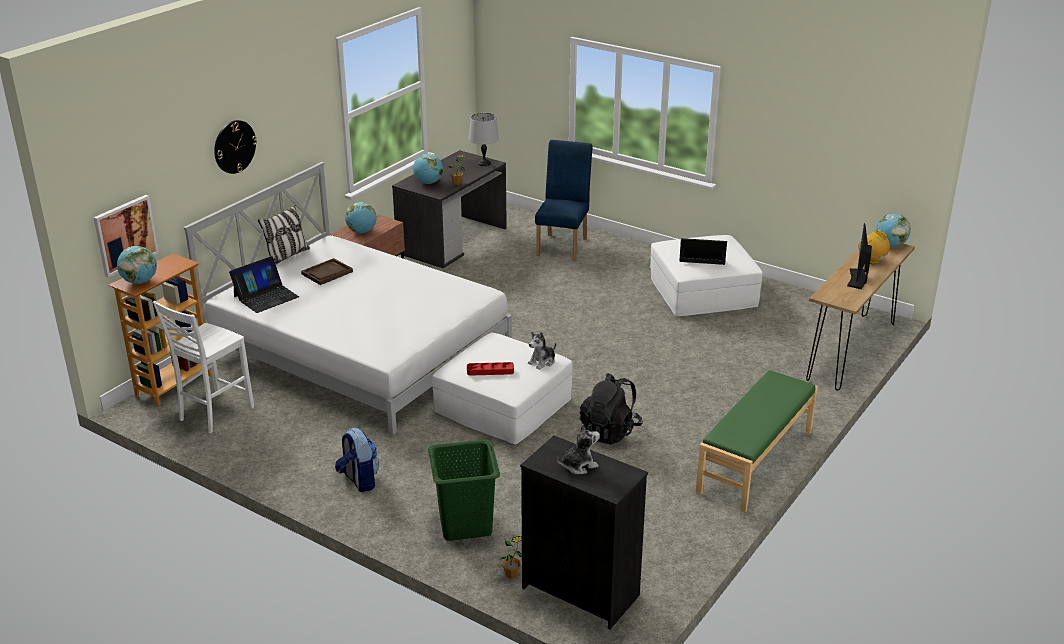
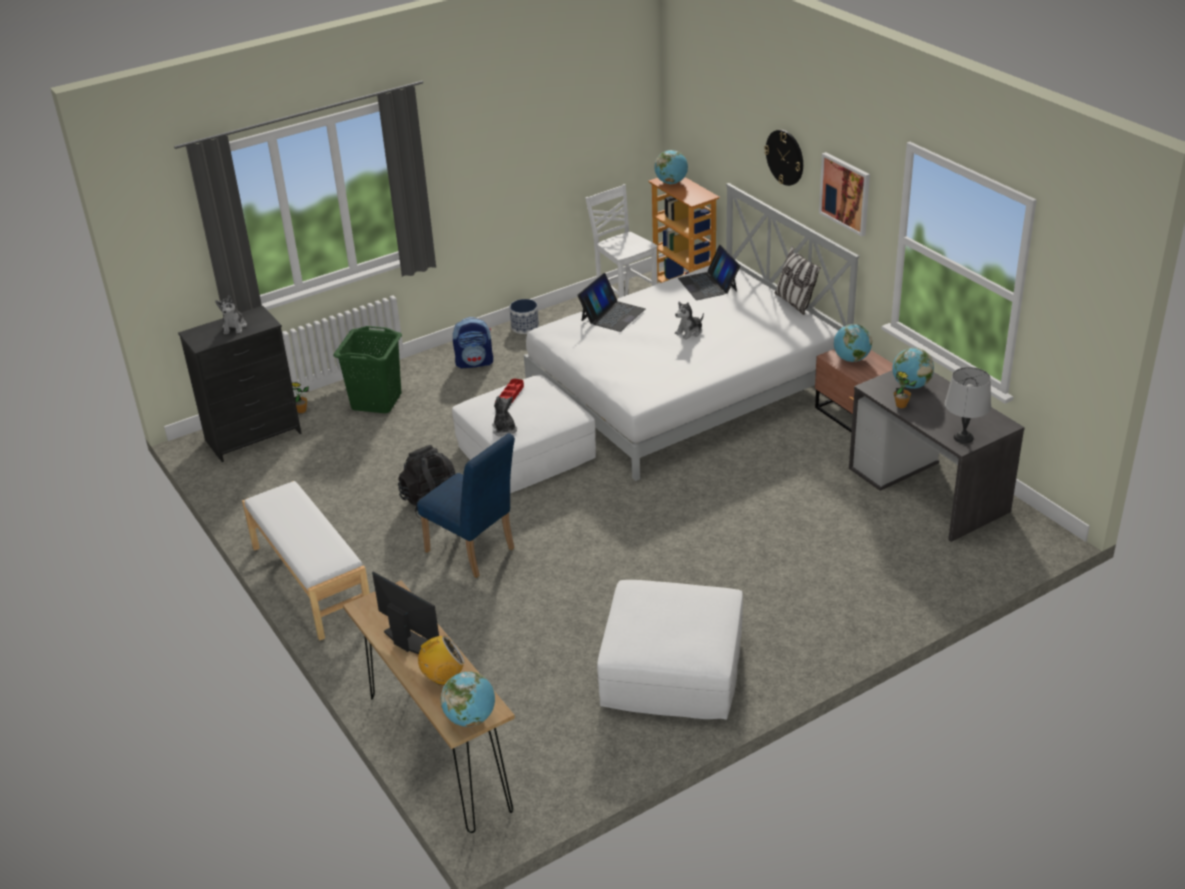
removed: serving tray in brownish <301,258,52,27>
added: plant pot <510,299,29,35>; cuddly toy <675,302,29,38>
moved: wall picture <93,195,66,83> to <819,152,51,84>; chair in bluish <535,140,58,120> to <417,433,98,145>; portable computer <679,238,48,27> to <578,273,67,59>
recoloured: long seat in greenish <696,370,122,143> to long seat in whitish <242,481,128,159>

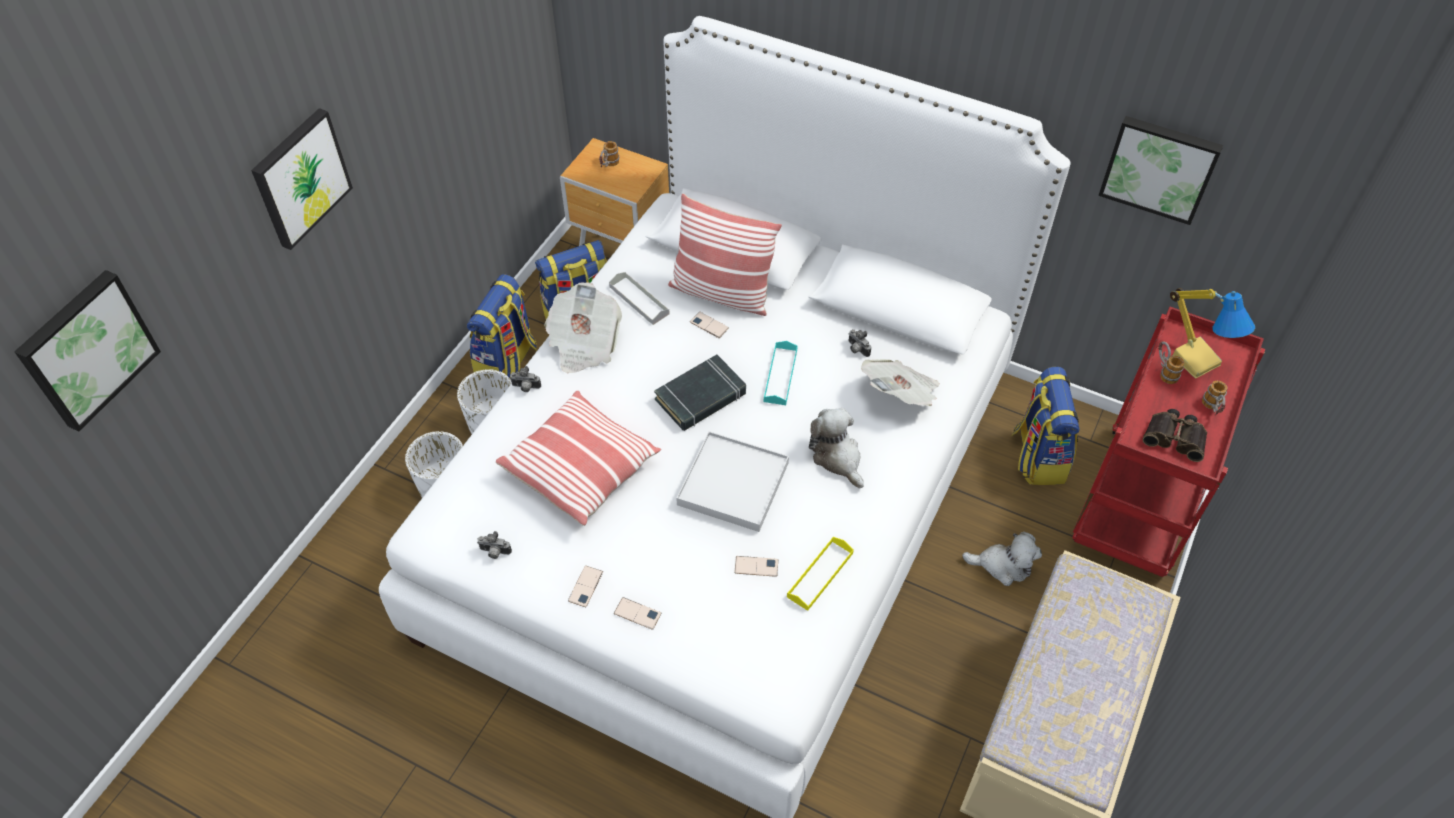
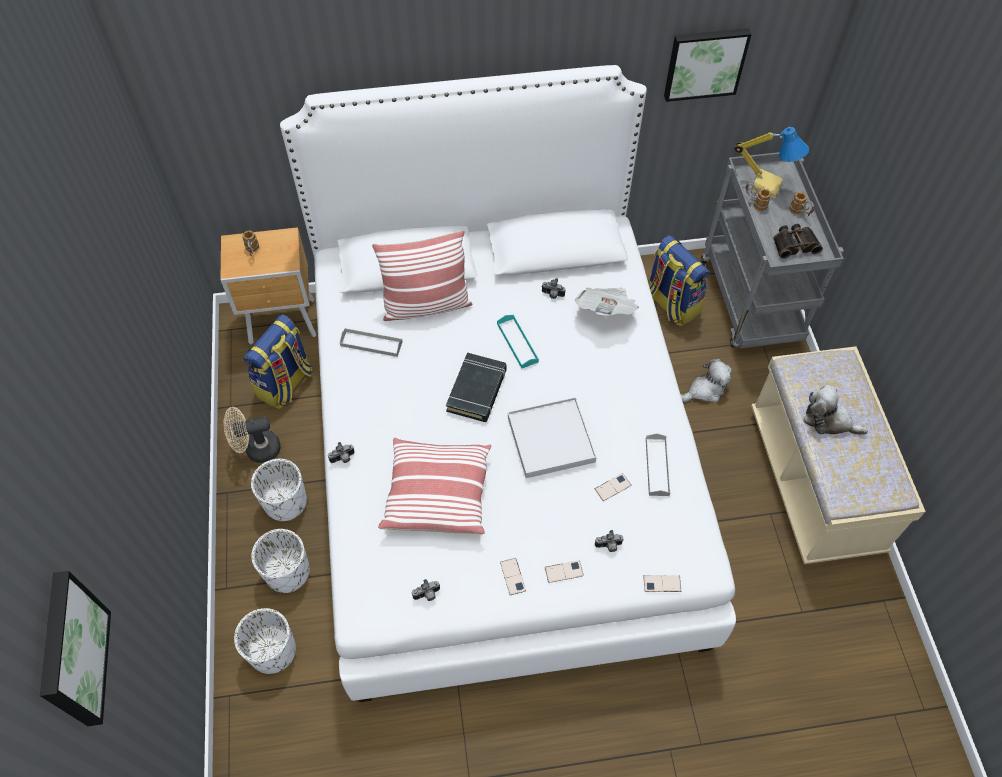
removed: wall picture <251,108,102,142>; daily paper <544,282,78,92>
added: plant pot in whitish <234,608,62,66>; photo camera <595,530,29,22>
moved: phone <690,312,39,26> to <643,575,38,17>; cuddly toy <809,408,55,80> to <804,385,64,50>
replaced: backpack <467,274,70,104> to cooling fan in sand-coloured <224,407,57,56>
recoloured: serving tray in yellow <787,537,67,74> to serving tray in greyish <646,434,24,62>; wheeled cart in reddish <1073,307,192,270> to wheeled cart in greyish <701,152,143,196>

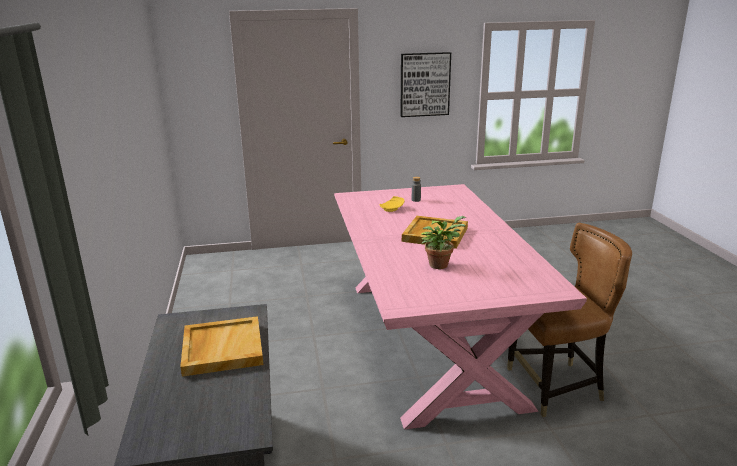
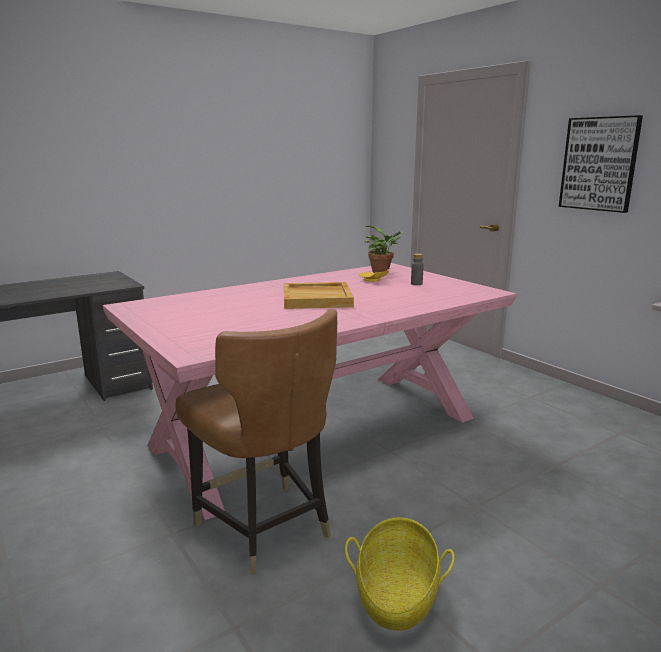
removed: serving tray in sand-coloured <180,316,83,61>
added: storage basket <345,517,110,114>
moved: plant in a pot <421,216,45,53> to <364,226,39,47>

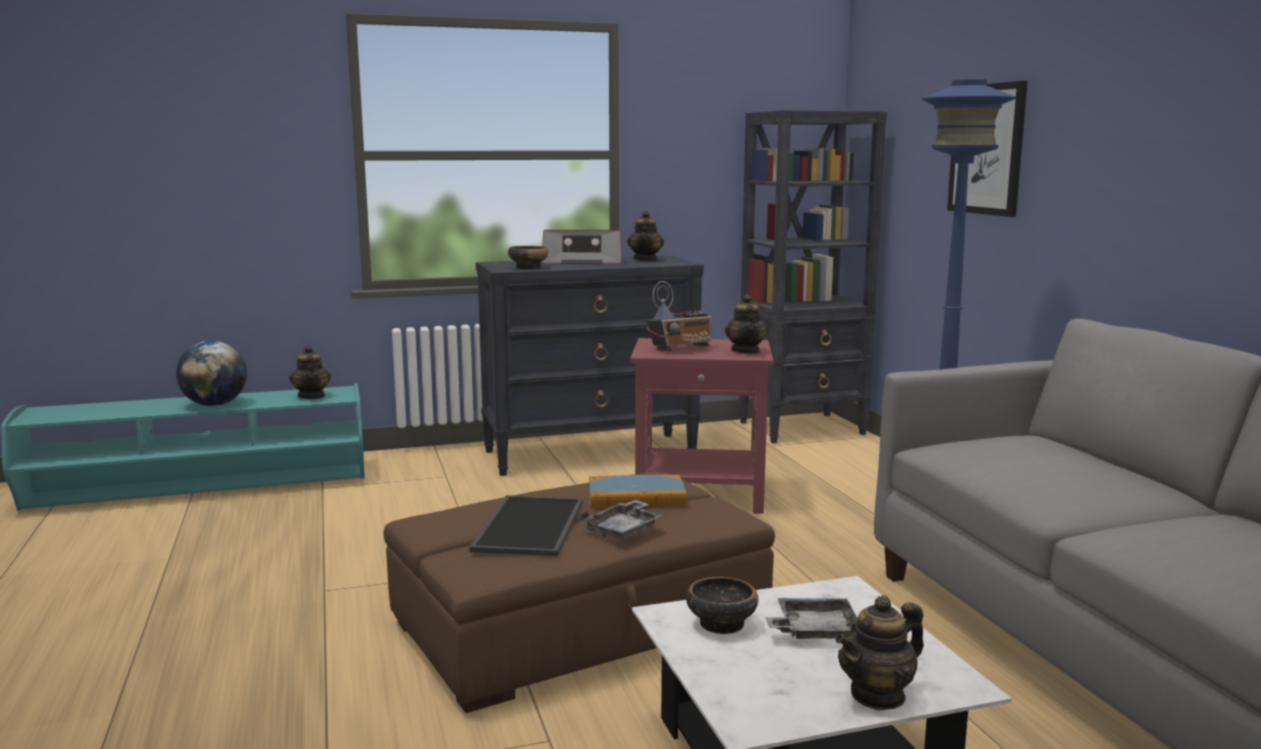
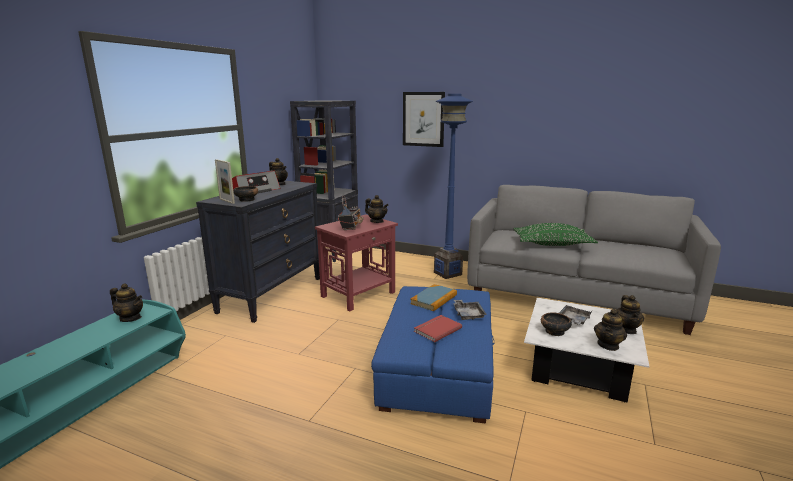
removed: world globe <176,341,71,65>
added: photo frame <215,159,20,45>; cushion in greenish <513,223,85,23>; tea pot <594,309,33,42>
replaced: serving tray <469,495,114,61> to volume in reddish <414,315,48,27>
recoloured: ottoman in brownish <384,472,391,241> to ottoman in bluish <371,286,123,137>

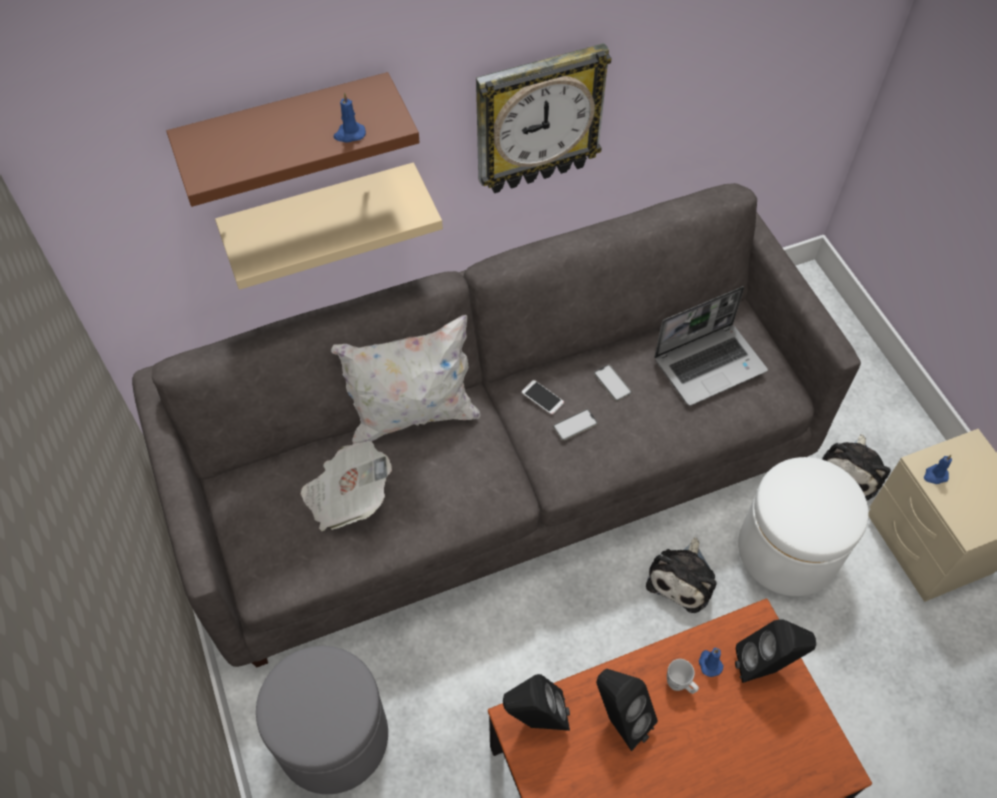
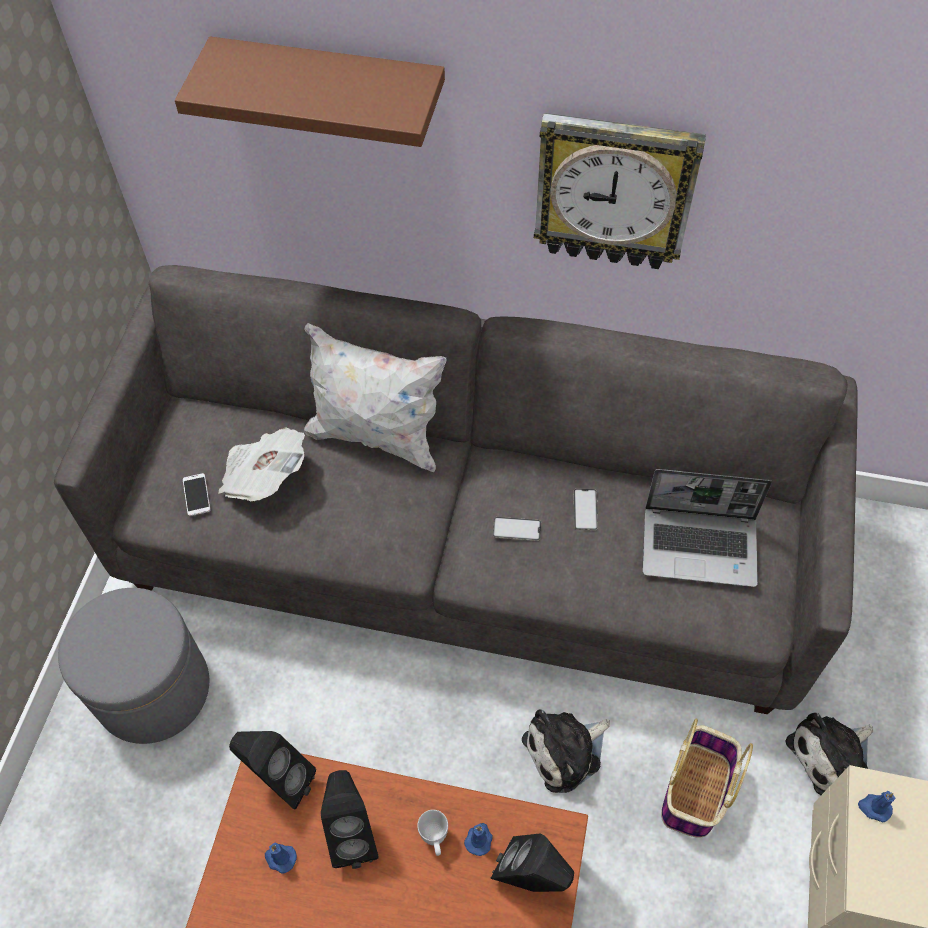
removed: wall shelf in sand-coloured <215,163,228,127>
moved: wax candle in bluish <333,93,33,49> to <265,842,32,32>; phone <522,380,42,35> to <183,473,27,43>
replaced: ottoman in whitish <738,457,131,139> to storage basket <661,718,92,120>

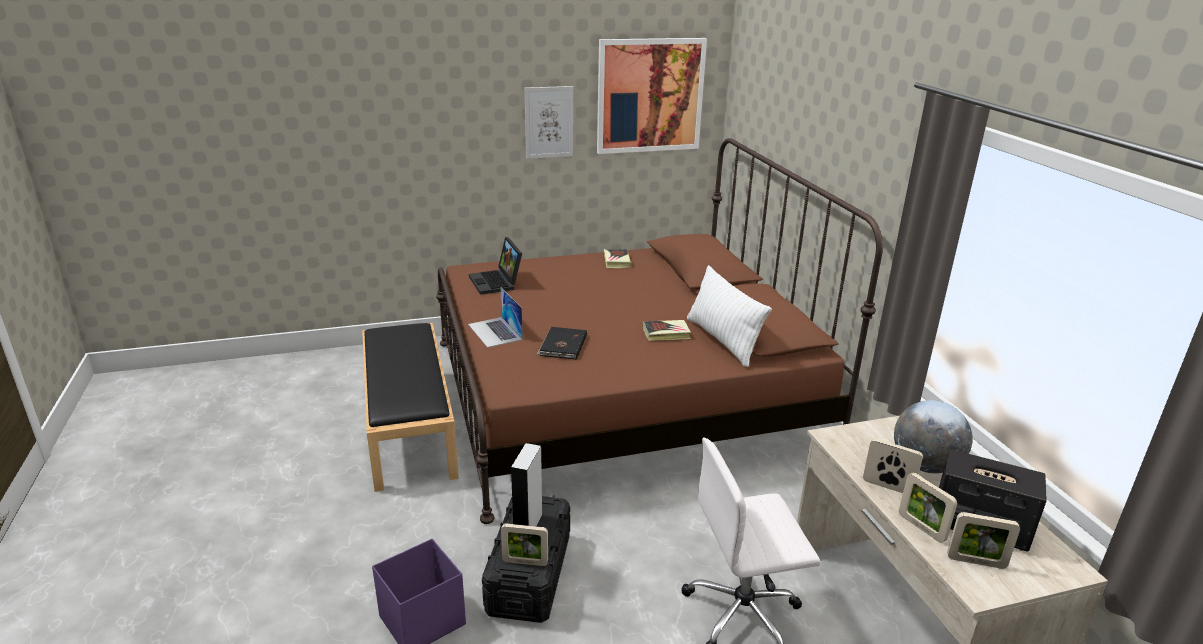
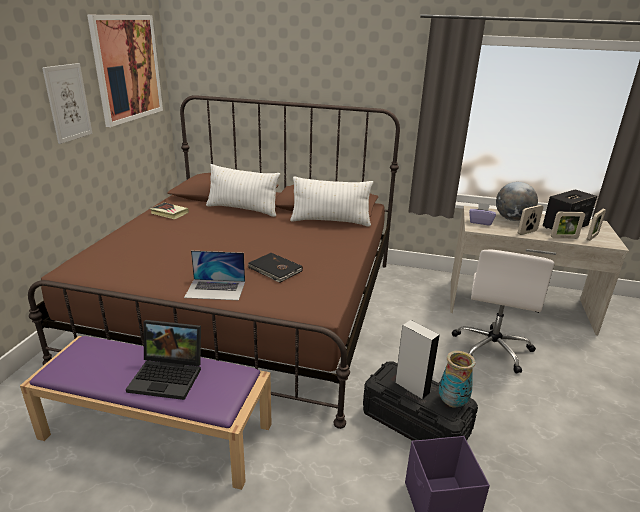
removed: volume <643,320,48,21>
added: cushion in whitish <206,164,75,53>; tissue box in purple-coloured <469,203,27,23>
moved: portable computer <469,237,53,58> to <126,320,75,80>
replaced: photo frame <501,523,47,43> to vase <439,351,37,57>
recoloured: long seat in black <362,323,97,169> to long seat in purple-coloured <20,336,252,154>

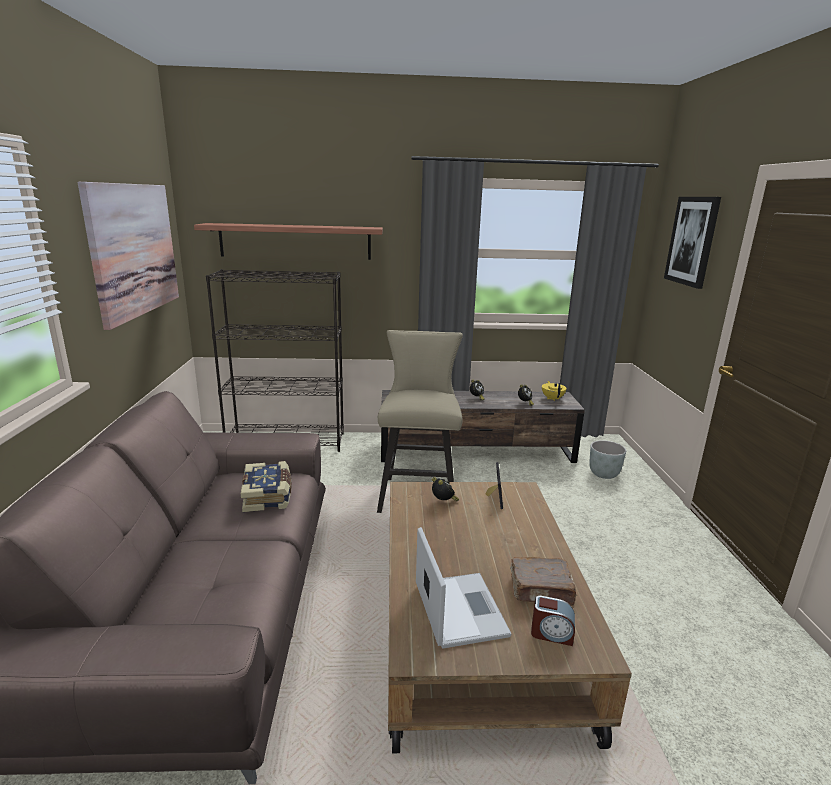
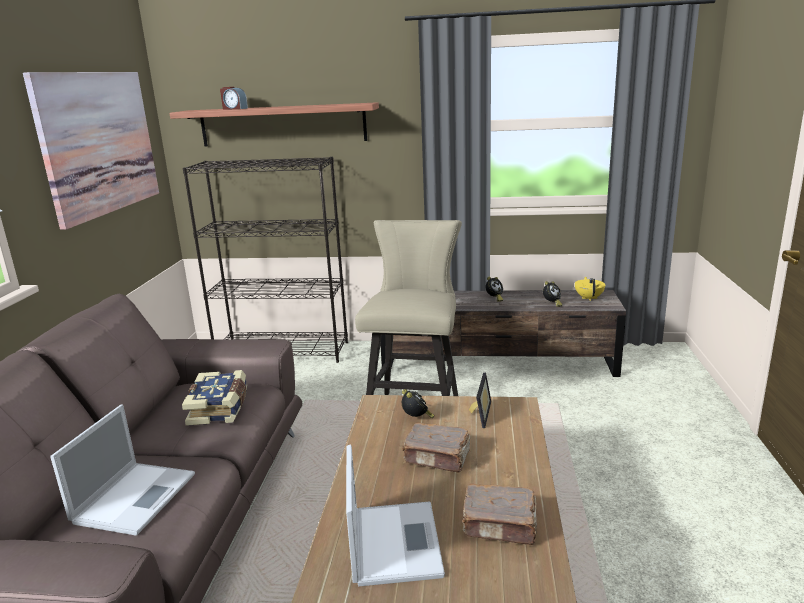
removed: plant pot in greyish <589,440,37,39>; wall picture <664,197,57,92>
added: portable computer <50,404,145,132>; volume in brownish <402,423,69,50>
moved: table clock <531,595,44,51> to <220,87,28,23>

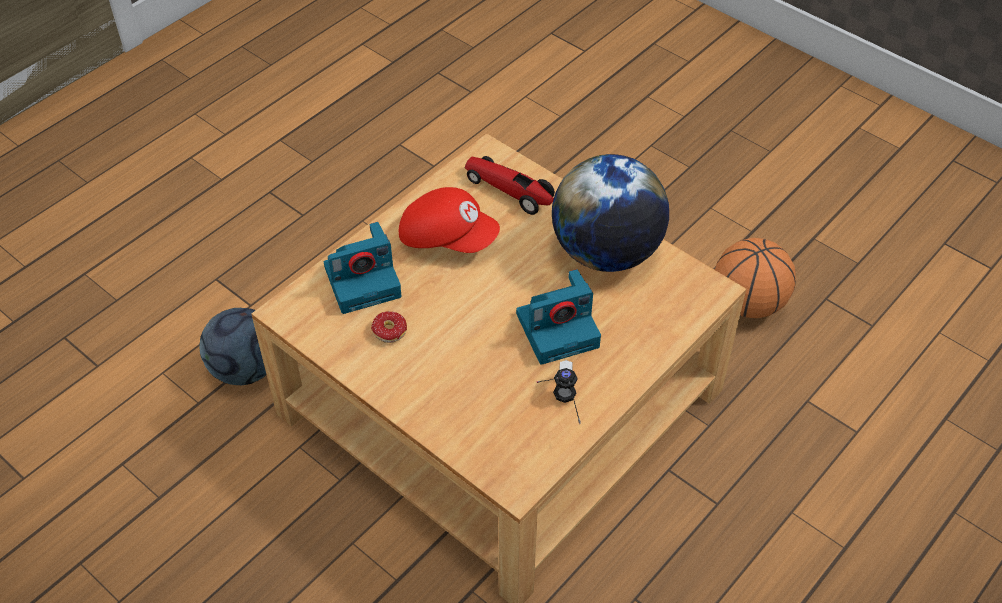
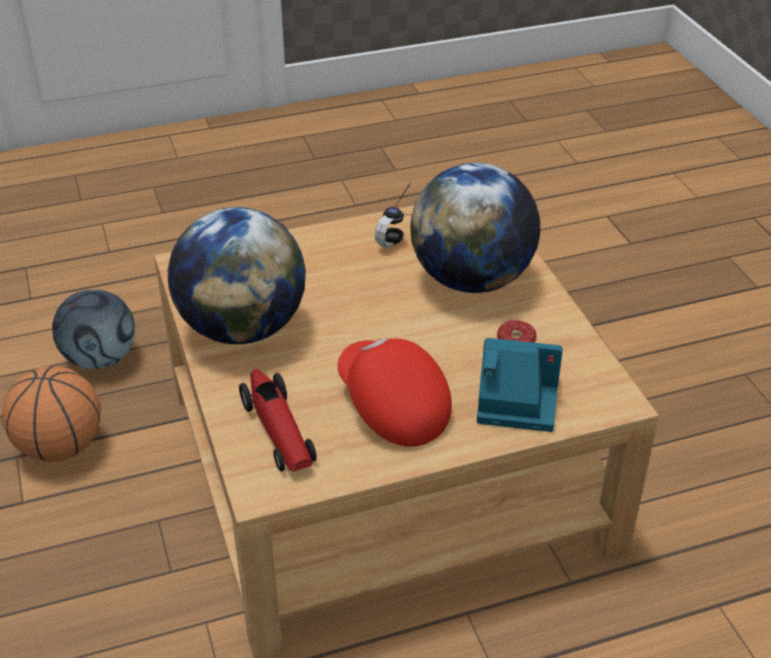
removed: photo camera <516,269,85,96>
added: world globe <410,163,130,130>
moved: ball for football <200,308,66,77> to <52,290,83,79>

